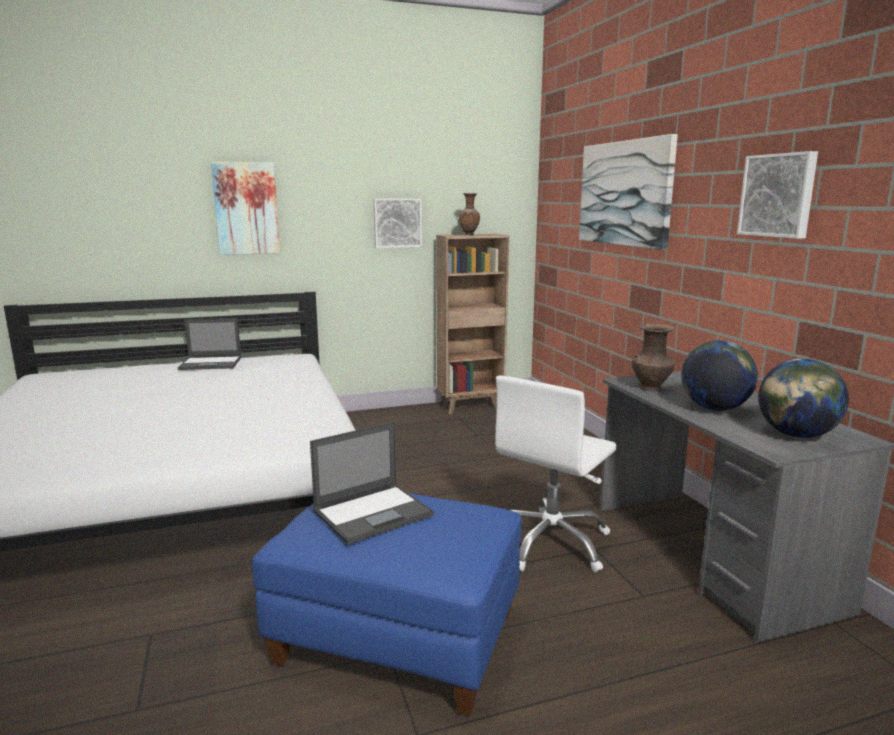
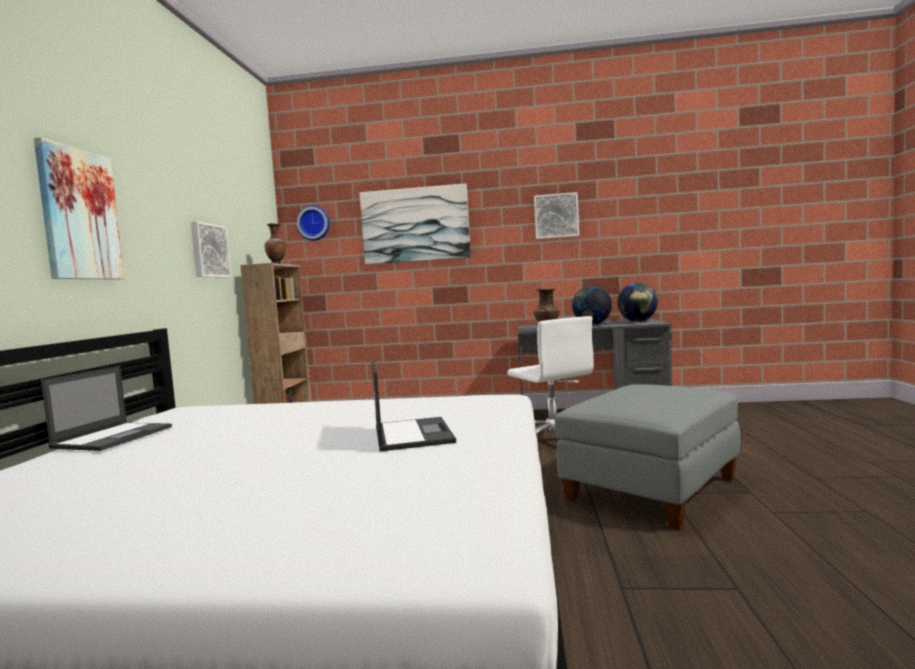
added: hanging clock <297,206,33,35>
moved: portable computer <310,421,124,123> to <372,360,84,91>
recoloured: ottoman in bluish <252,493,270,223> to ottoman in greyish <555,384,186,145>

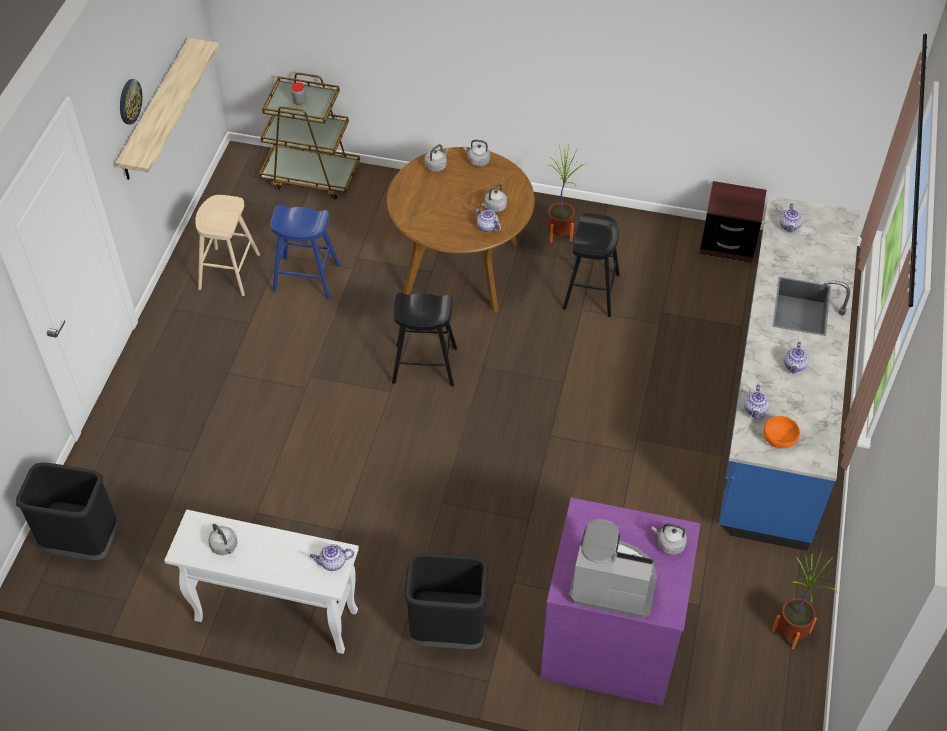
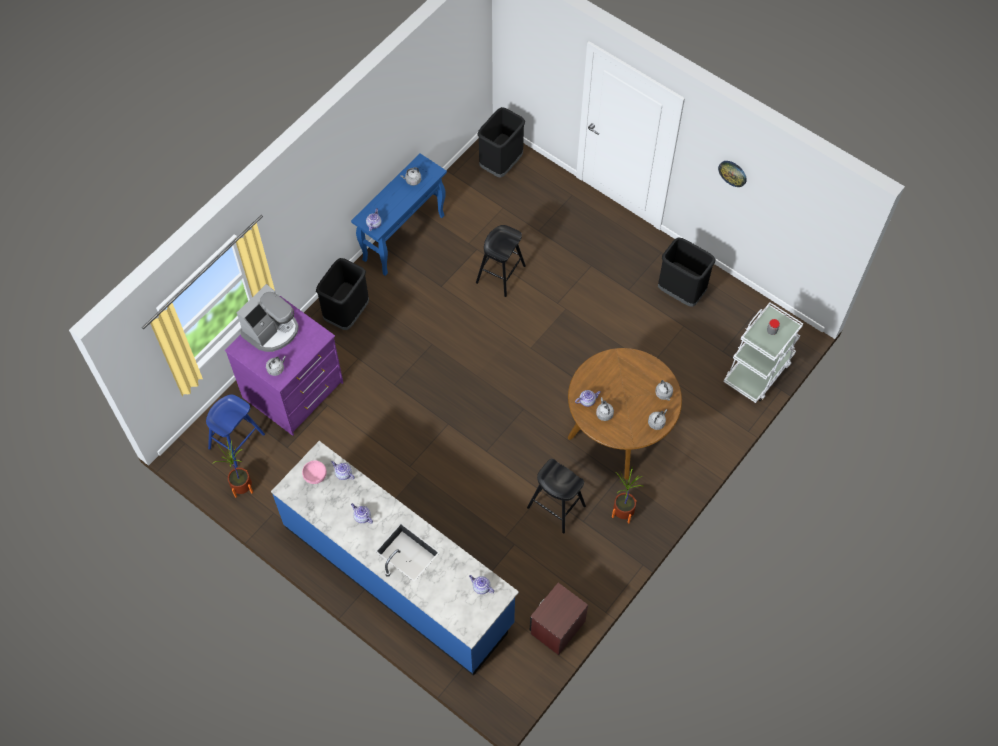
removed: wall shelf <116,38,103,142>
moved: sitting stool in bluish <270,205,70,95> to <206,394,59,74>; sitting stool in black <392,293,65,94> to <476,225,50,72>
replaced: sitting stool in sand-coloured <195,195,65,101> to trash can in black <658,237,58,70>
recoloured: console table in whitish <164,510,195,144> to console table in bluish <351,153,96,123>; wheeled cart in brownish <259,73,101,126> to wheeled cart in whitish <723,302,80,101>; serving bowl in orange-coloured <763,416,37,33> to serving bowl in pink-coloured <302,460,25,24>

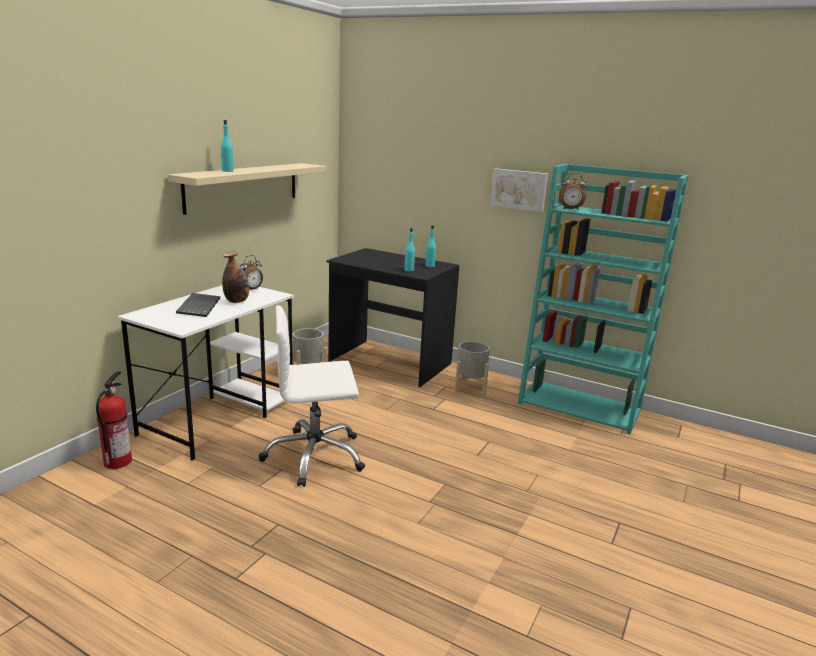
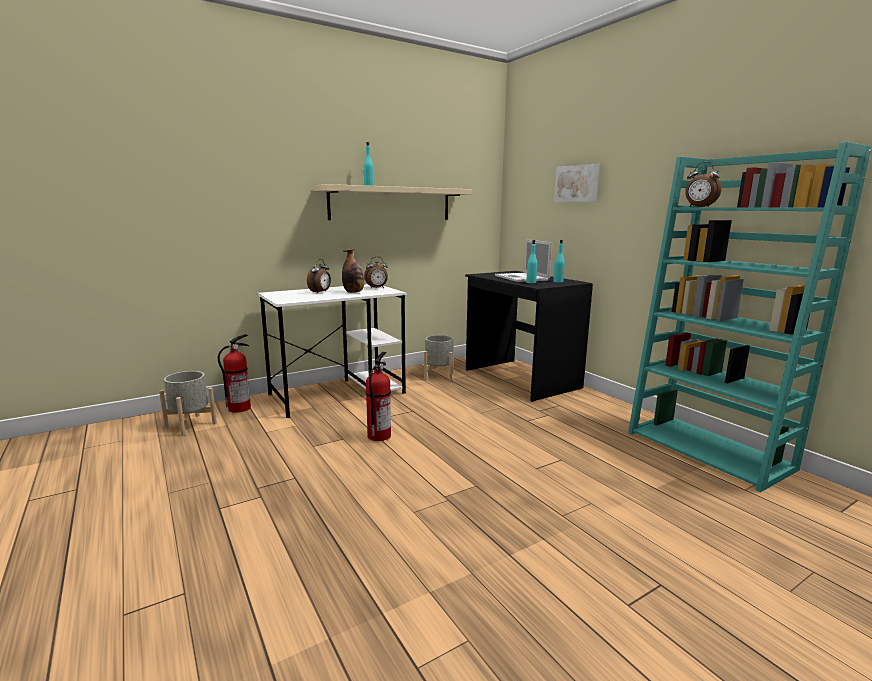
added: portable computer <495,239,57,43>
moved: plant pot in greyish <455,341,35,54> to <159,371,58,65>; wall picture <490,168,58,44> to <554,164,46,38>
replaced: keyboard <176,293,44,24> to table clock <307,259,24,34>; desk chair in whitish <259,305,106,182> to extinguisher <366,352,25,89>

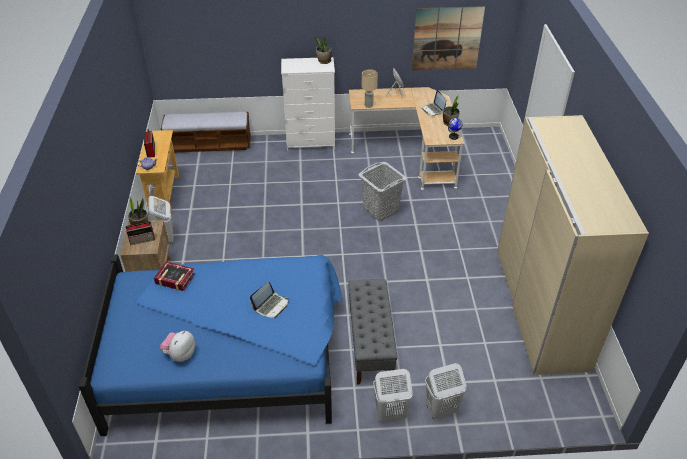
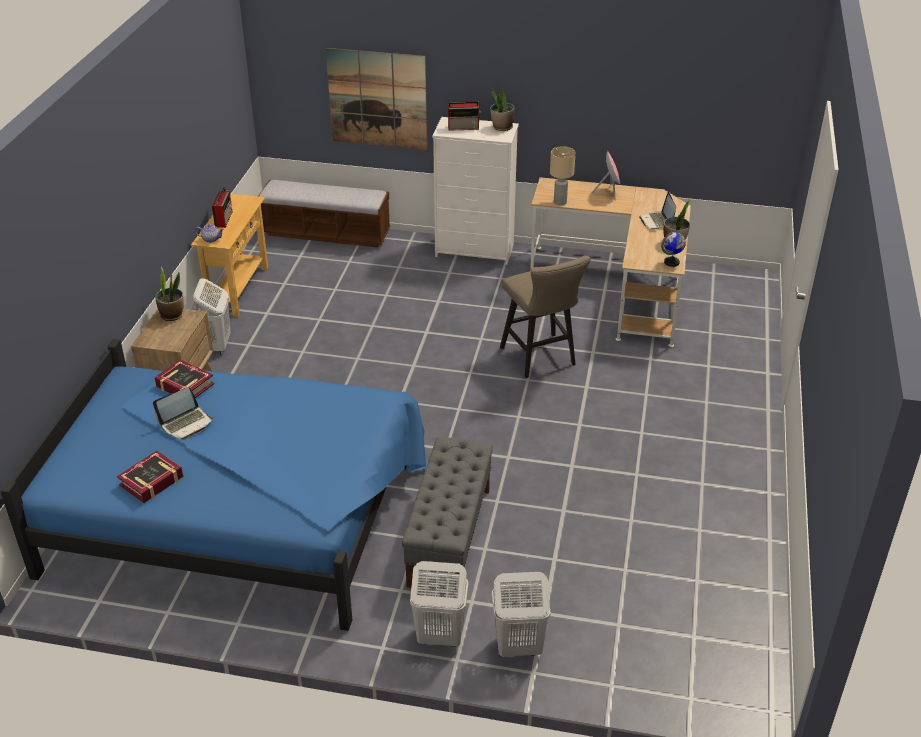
removed: wardrobe in sand-coloured <497,115,152,260>
moved: radio receiver <125,221,30,24> to <448,101,33,30>; portable computer <250,281,38,37> to <153,387,60,53>; wall picture <412,6,73,65> to <326,48,101,102>
replaced: cuddly toy <160,331,35,31> to volume <117,451,66,52>; laundry basket in greyish <358,162,49,59> to sitting stool in sand-coloured <500,256,91,122>

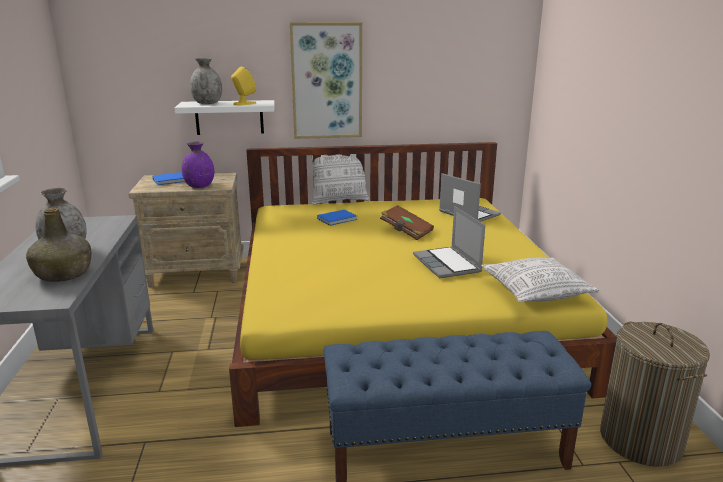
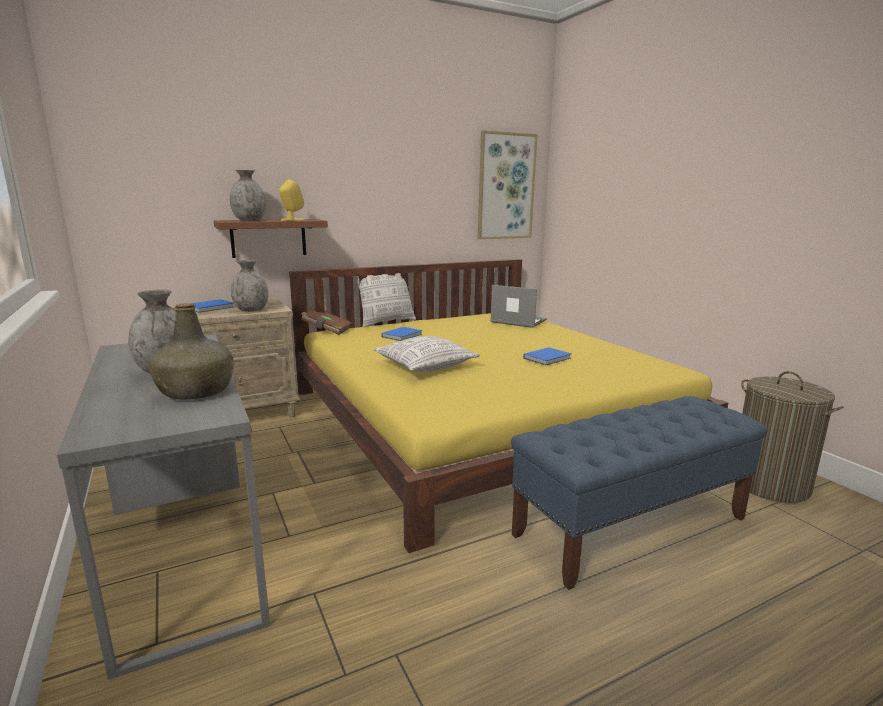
moved: wall picture <290,22,72,117> to <478,130,60,109>; volume in brownish <380,205,54,35> to <301,308,51,27>; cushion <481,257,119,45> to <373,336,107,36>
replaced: portable computer <413,206,72,73> to volume in bluish <523,347,49,18>
recoloured: wall shelf in whitish <174,100,101,35> to wall shelf in brownish <214,219,114,39>; vase in purple-coloured <182,141,32,47> to vase in greyish <231,260,38,52>

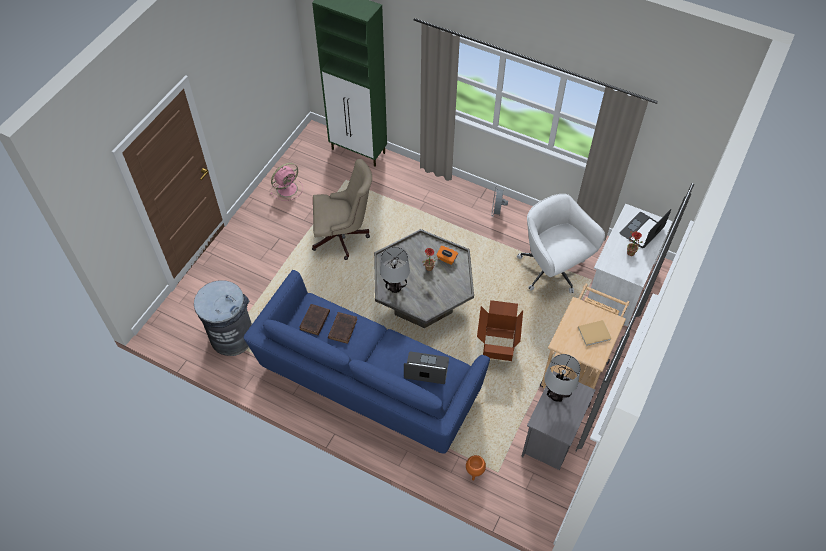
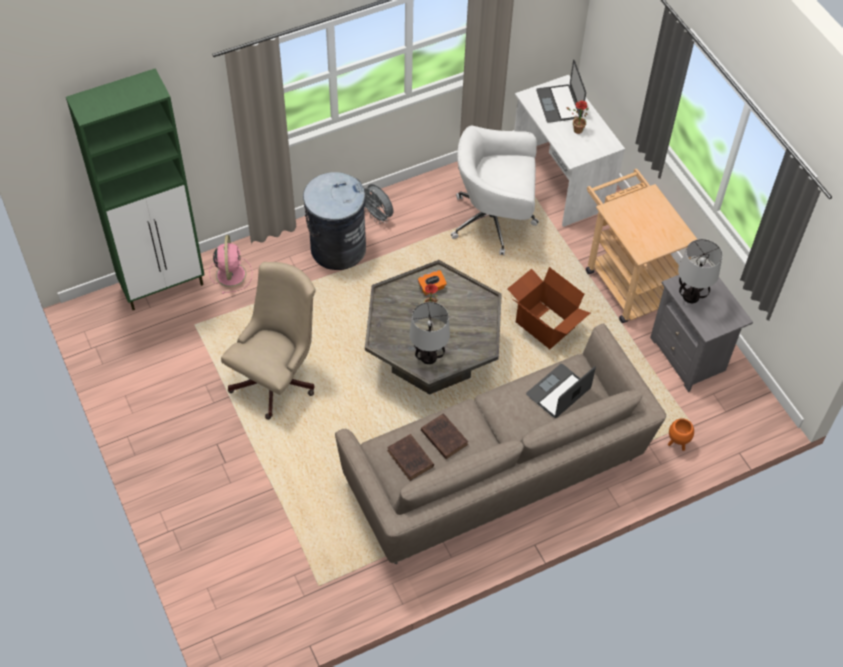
removed: volume in sand-coloured <578,320,34,26>
moved: trash can in greyish <194,280,58,76> to <303,172,63,98>; cooling fan in pink-coloured <271,163,32,38> to <209,235,43,59>
recoloured: sofa in bluish <244,270,246,184> to sofa in sand-coloured <335,323,331,241>

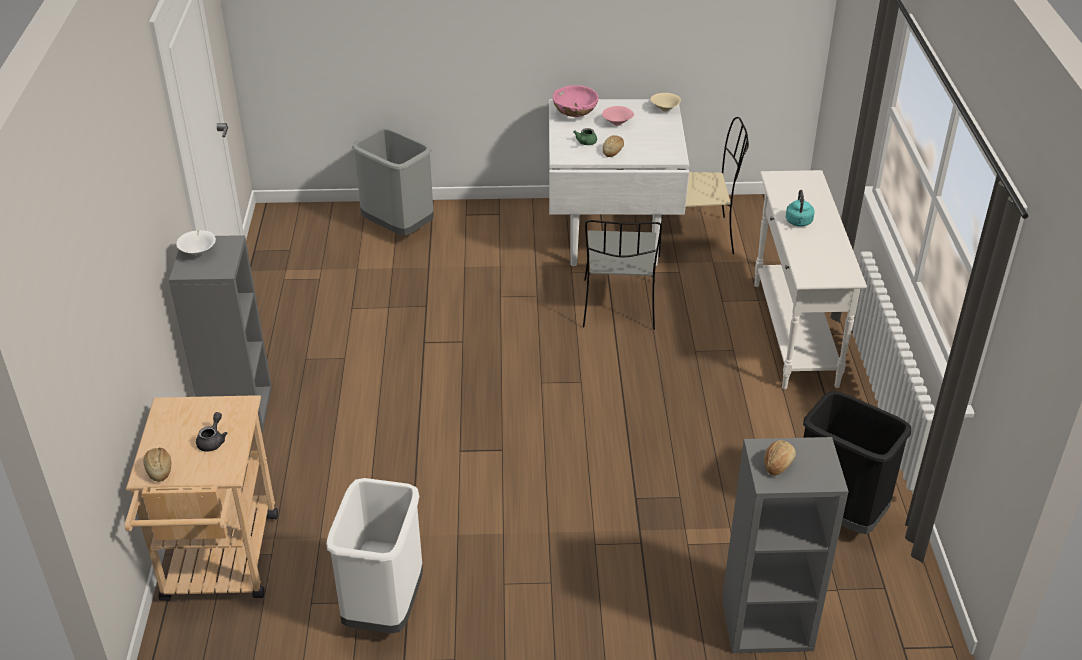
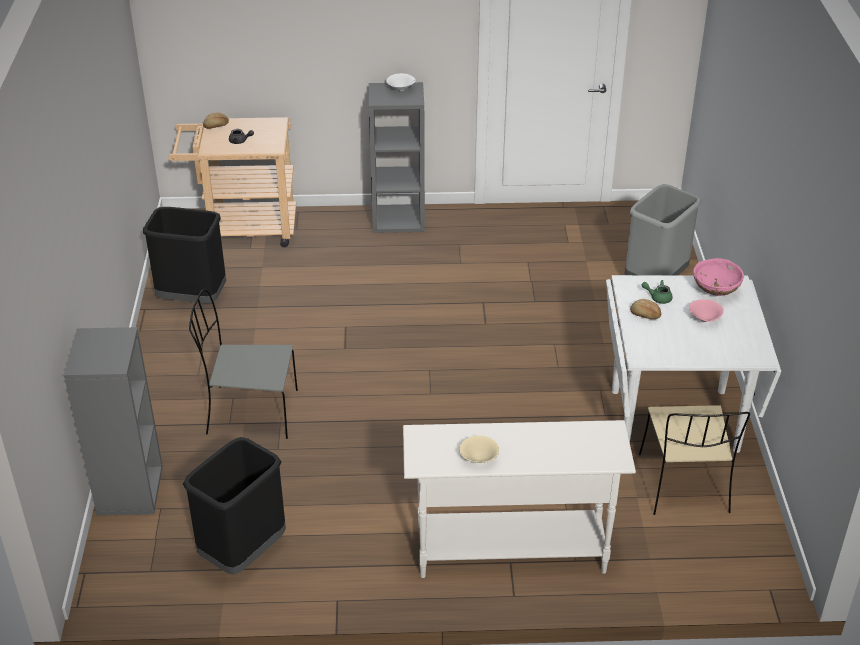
removed: baked bread <764,440,32,36>; water kettle in blue-green <786,190,29,37>
moved: chair in greyish <583,220,79,110> to <189,290,109,149>; serving bowl in sand-coloured <651,93,30,19> to <459,436,40,27>
recoloured: trash can in whitish <326,478,97,155> to trash can in black <143,207,83,96>

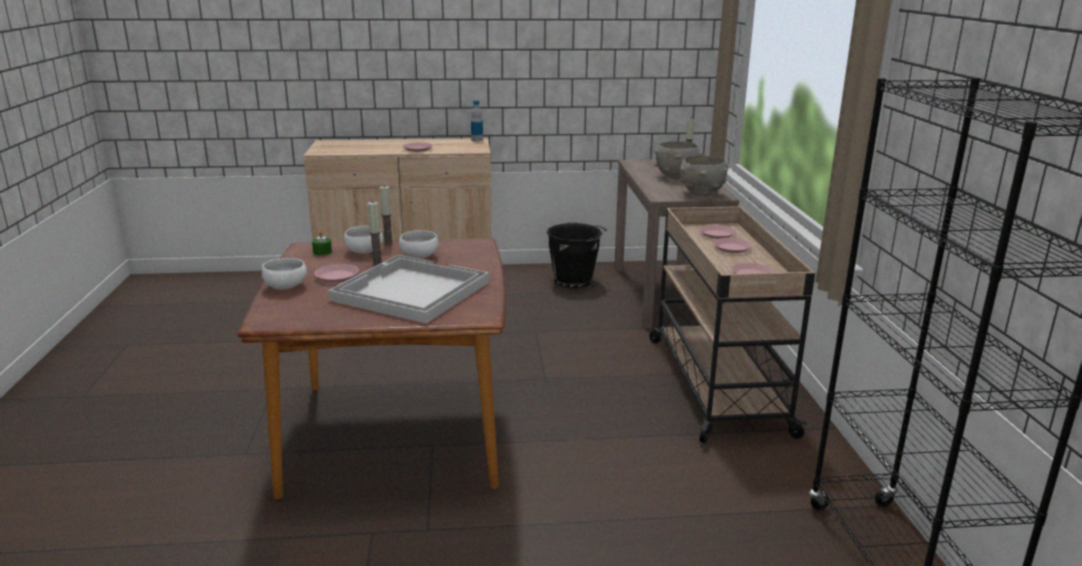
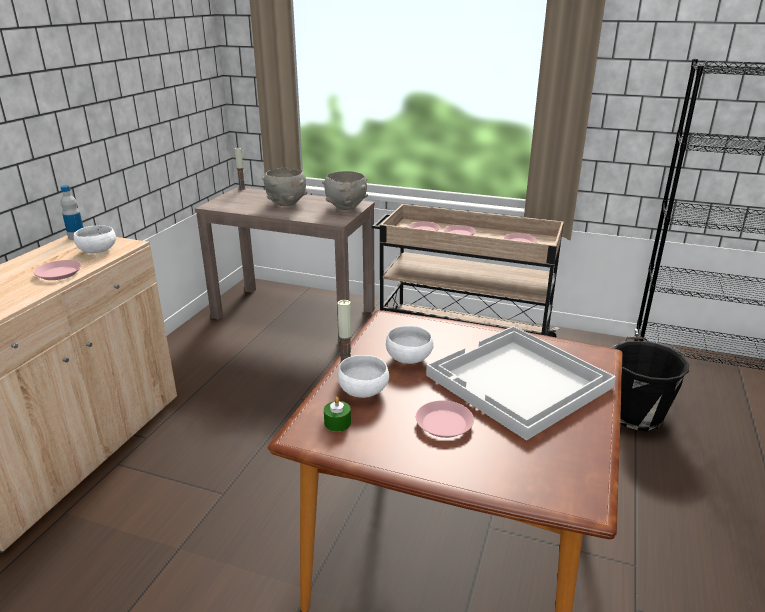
removed: wax candle <368,202,15,64>
moved: serving bowl in whitish <262,258,45,31> to <74,225,42,28>; pail in black <547,222,60,66> to <611,336,78,95>

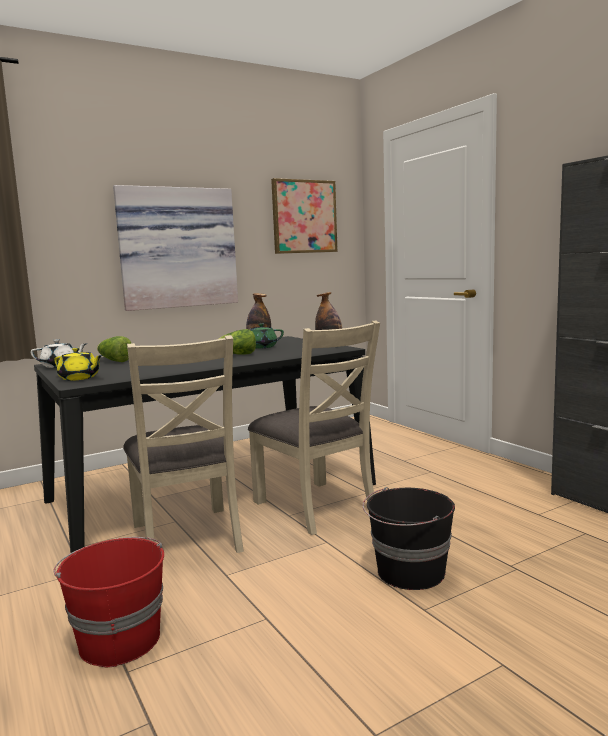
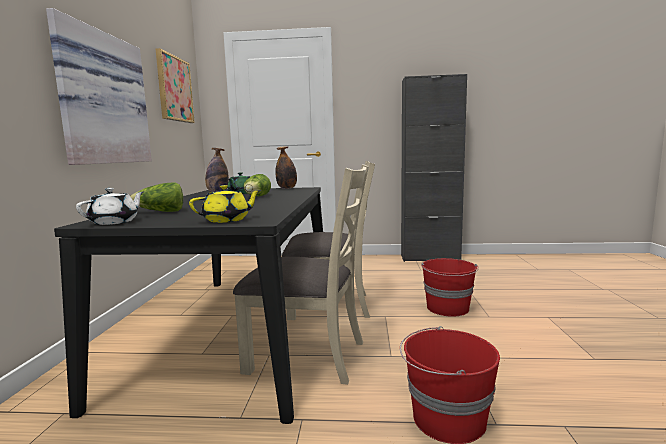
recoloured: pail in black <363,487,92,103> to pail in reddish <421,258,58,59>

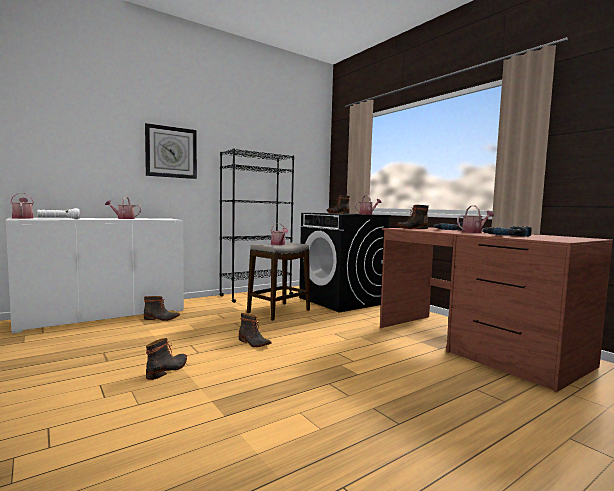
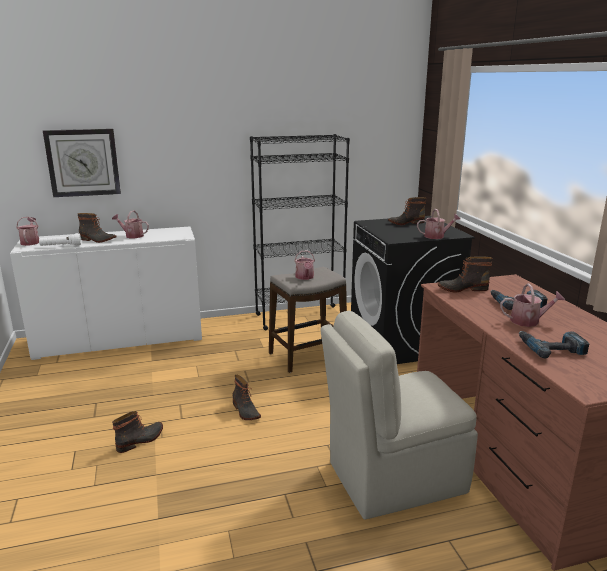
added: chair in sand-coloured <320,311,158,208>
moved: tall boot <144,296,36,25> to <78,213,38,30>; hanging clock <145,123,52,56> to <43,129,78,68>

